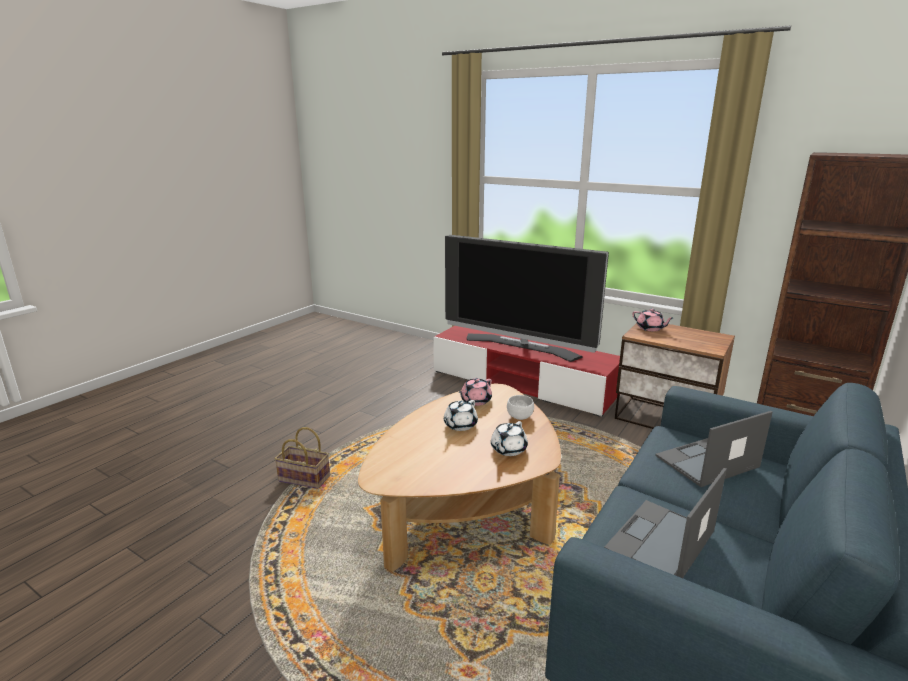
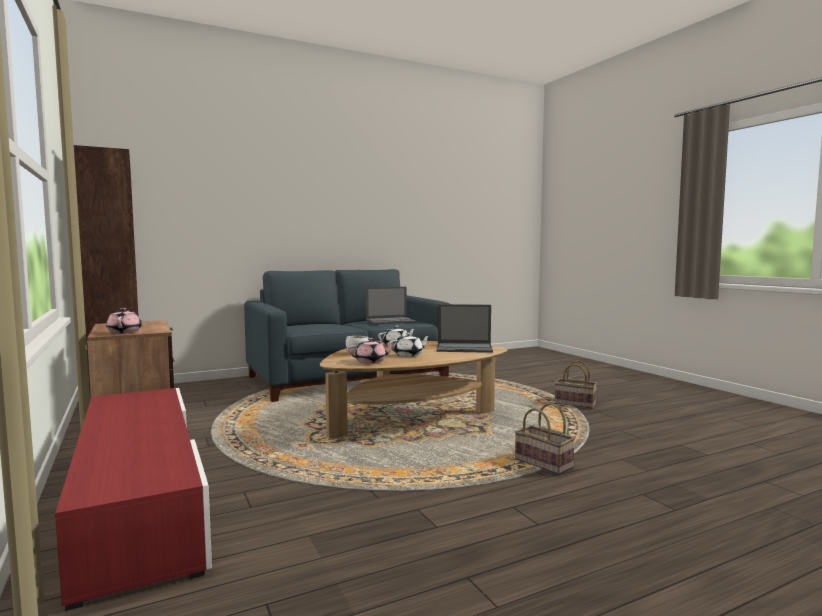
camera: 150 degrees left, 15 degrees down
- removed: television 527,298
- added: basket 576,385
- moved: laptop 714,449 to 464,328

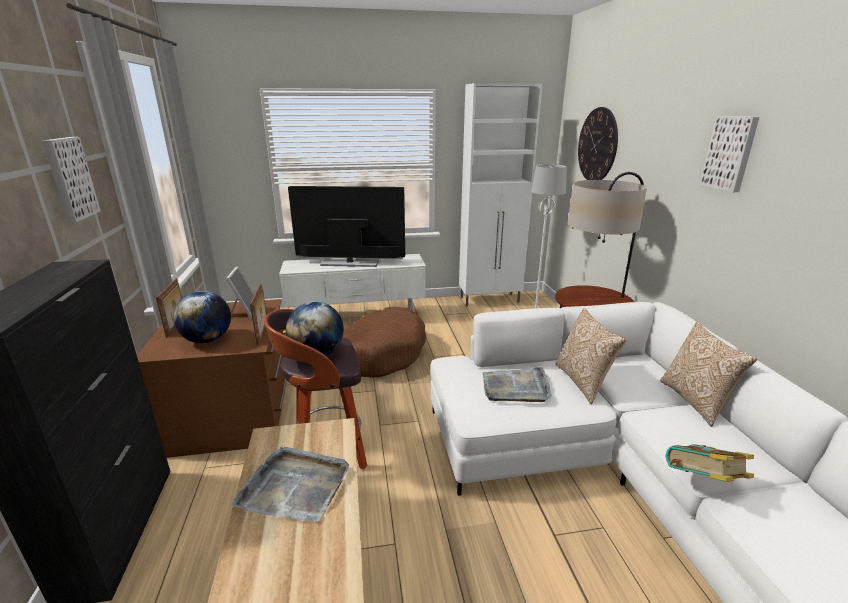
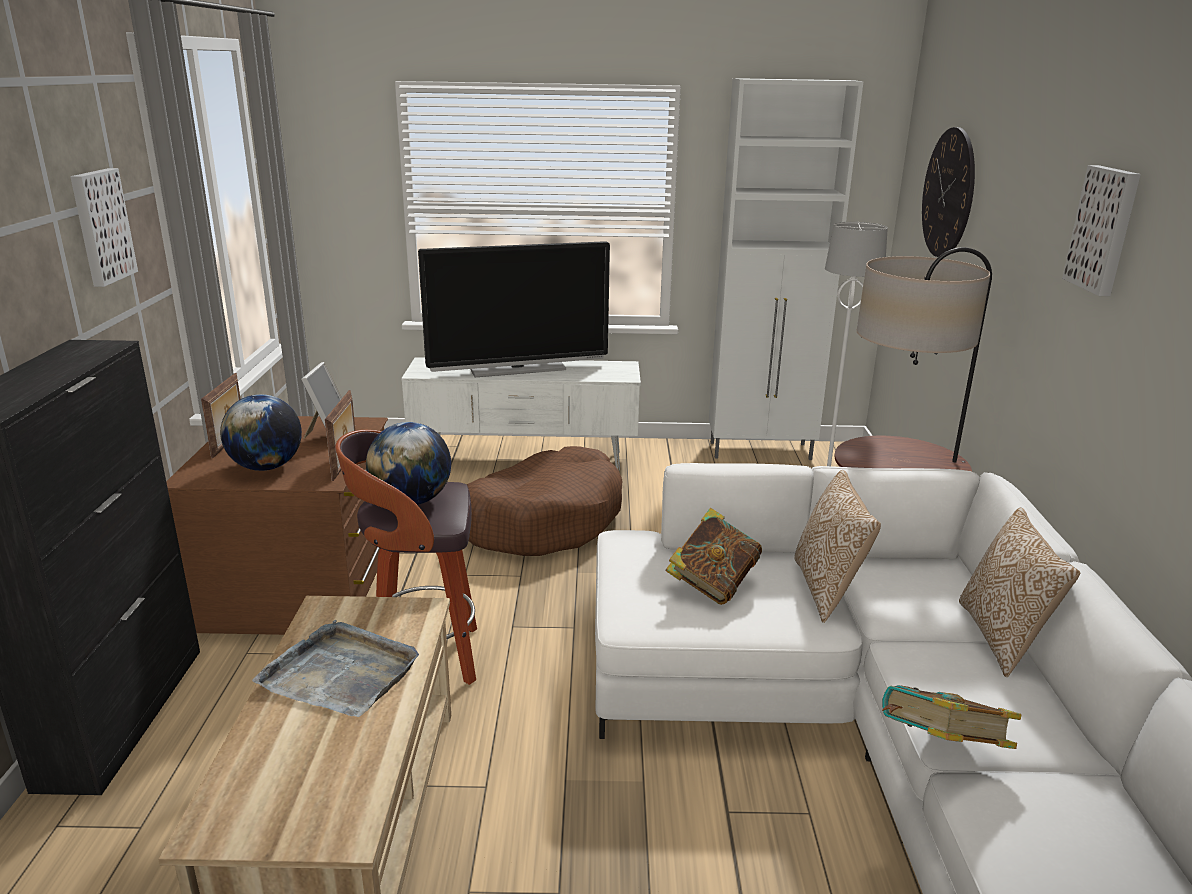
camera: 10 degrees right, 0 degrees up
- replaced: grey_tray 517,384 to book 713,556
- turned: television 346,226 = 514,309 150 degrees clockwise

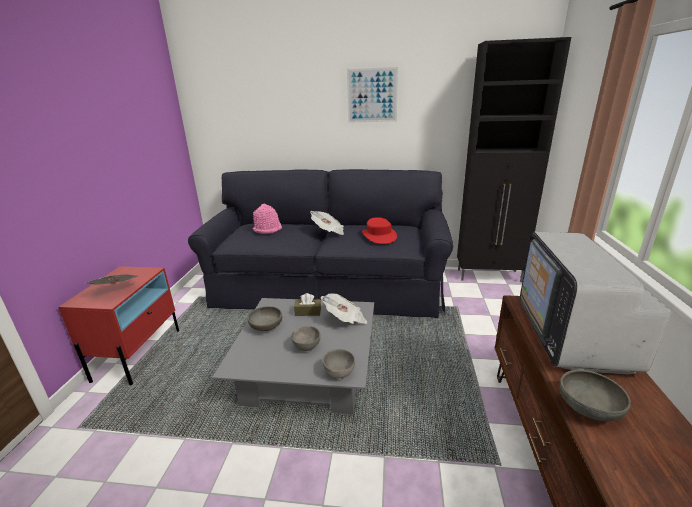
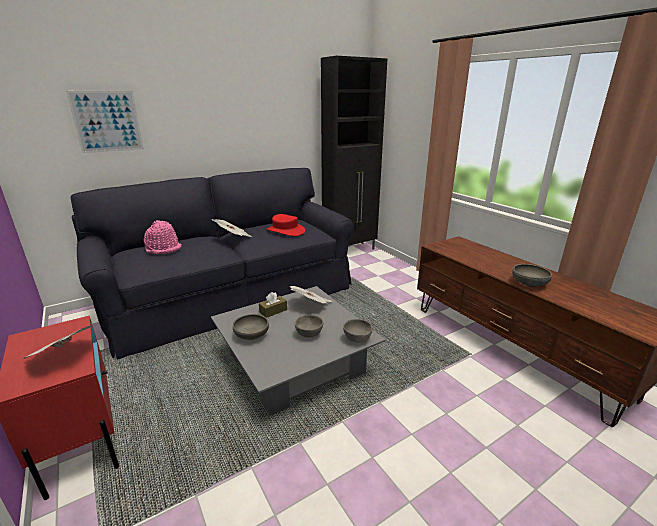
camera: 40 degrees left, 0 degrees up
- removed: television 595,303
- moved: picture 372,94 to 105,122

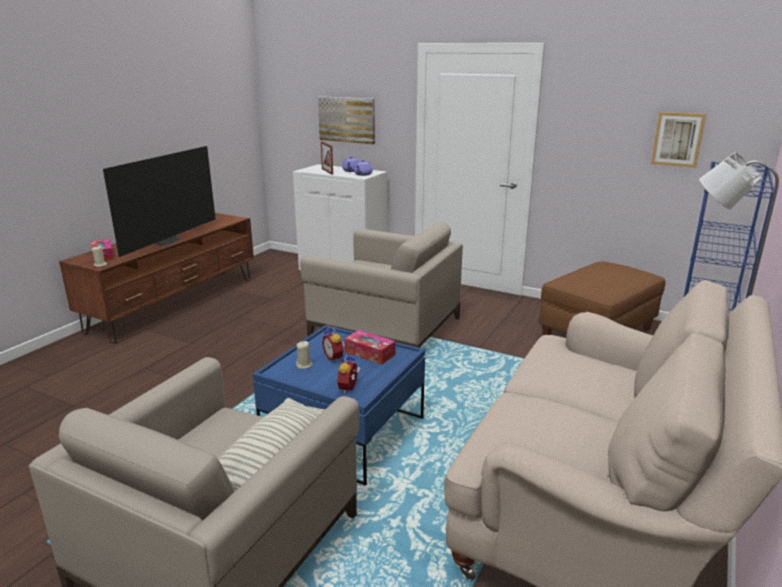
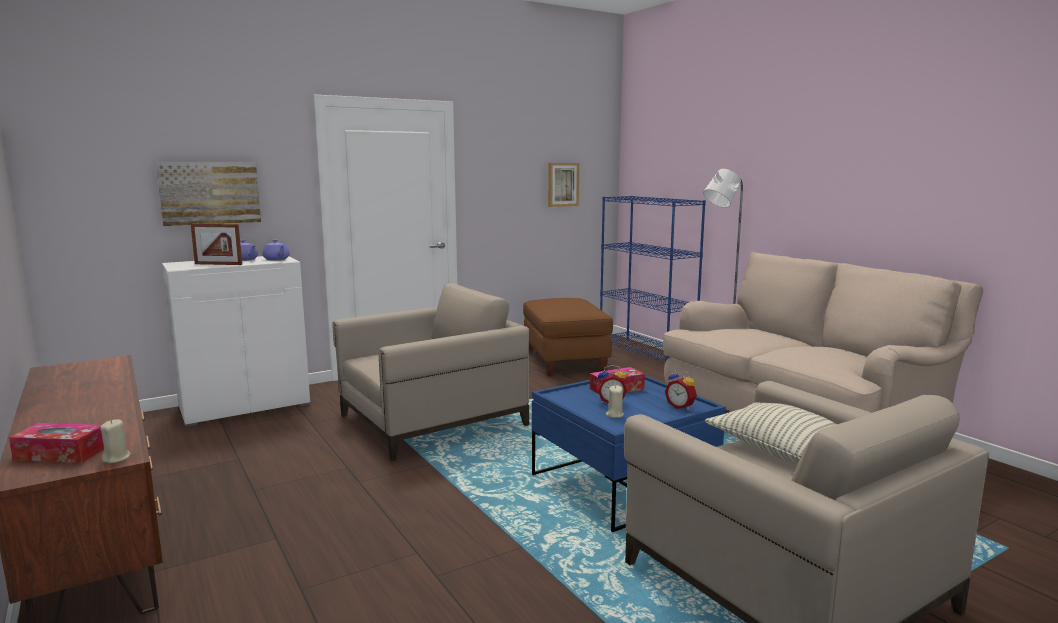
camera: 60 degrees left, 10 degrees down
- removed: television 159,201

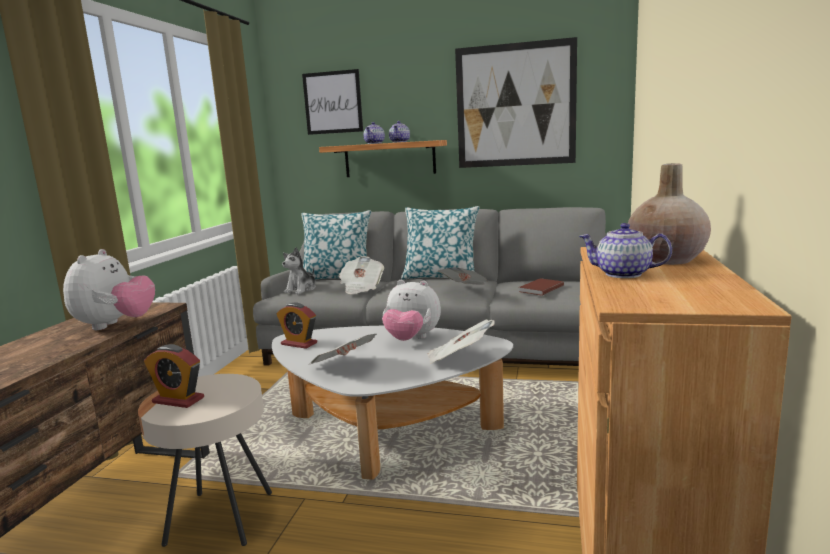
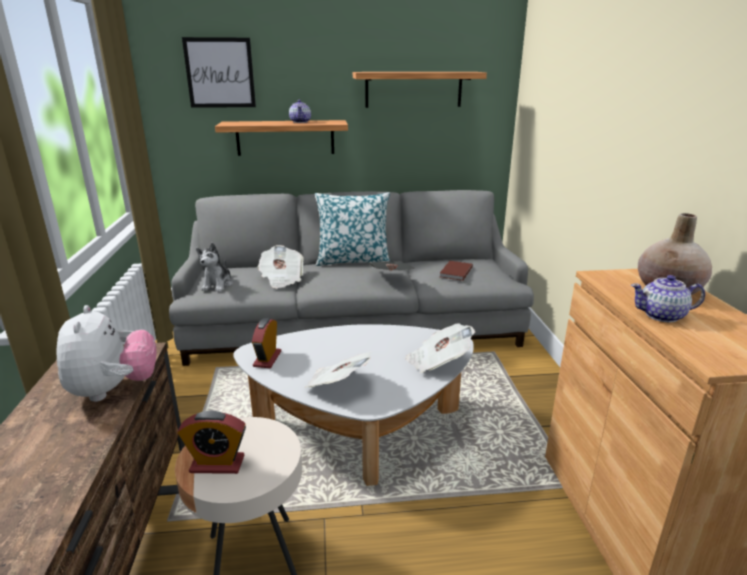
camera: 20 degrees left, 10 degrees up
- removed: pillow 336,245
- removed: teapot 374,133
- removed: plush_toy 411,310
- replaced: picture 516,102 to shelf 420,90
- turned: alarm_clock 296,326 = 266,343 90 degrees clockwise

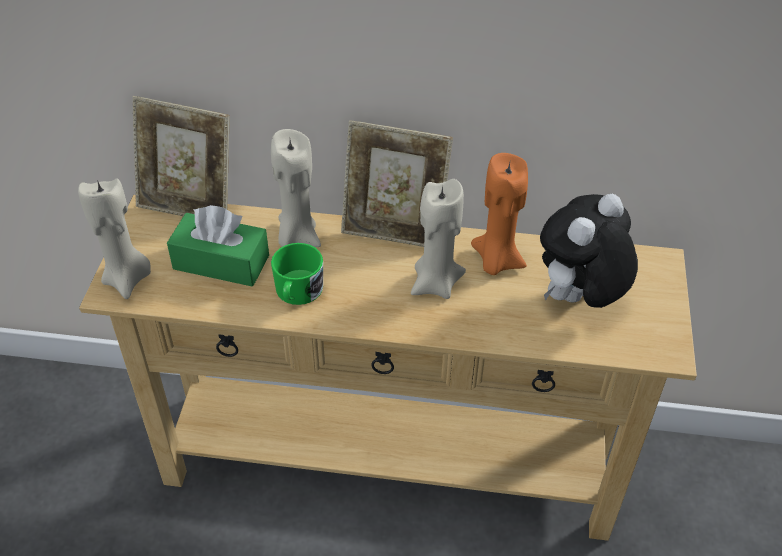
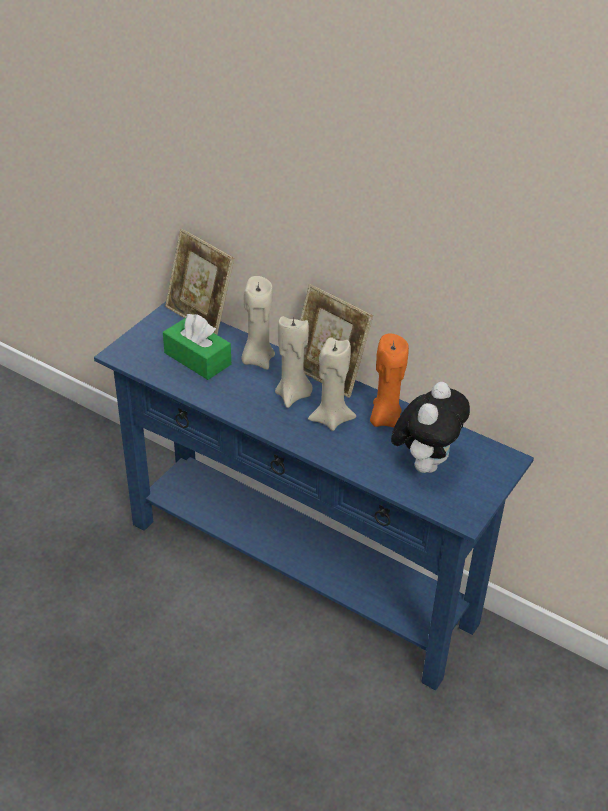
camera: 25 degrees right, 5 degrees down
- removed: green_mug 297,274
- moved: beige_candle 114,238 to 294,362
- recoloured: beige_console_table 388,368 to blue_console_table 314,496
- turned: plush_toy 589,251 = 430,427 135 degrees clockwise

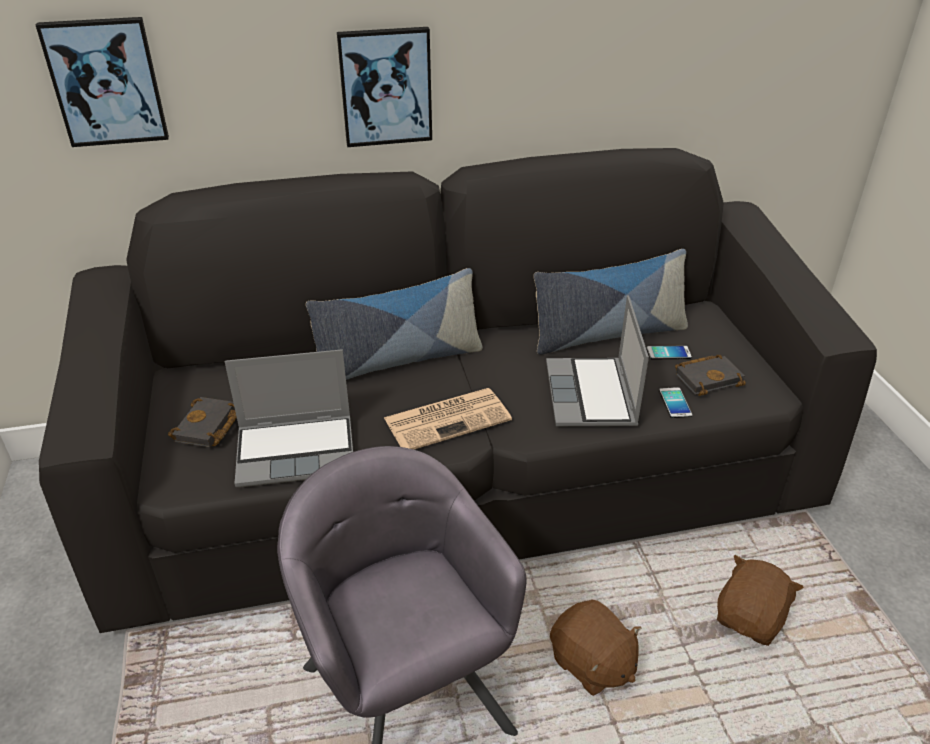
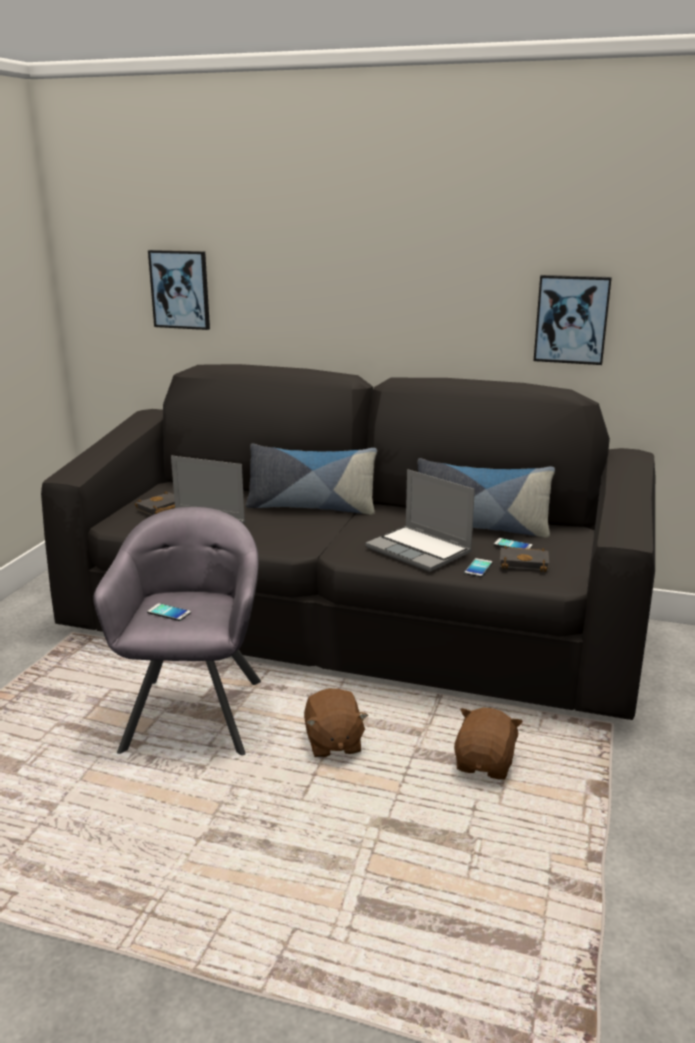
camera: 30 degrees right, 15 degrees down
- removed: newspaper 448,418
- added: phone 169,612
- moved: picture 384,87 to 573,320
- turned: laptop 597,360 = 420,520 75 degrees counterclockwise
- turned: brown_plush_toy 760,600 = 488,743 45 degrees counterclockwise

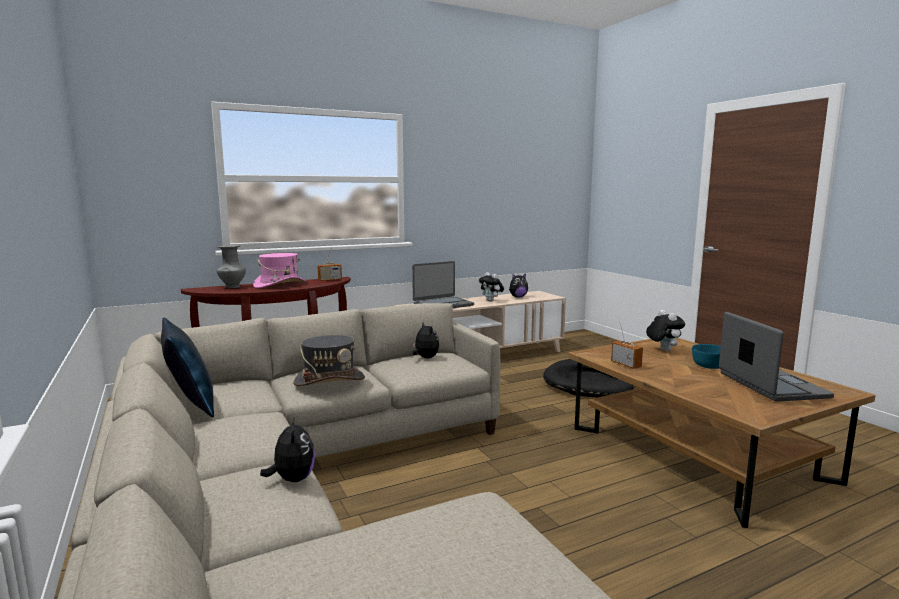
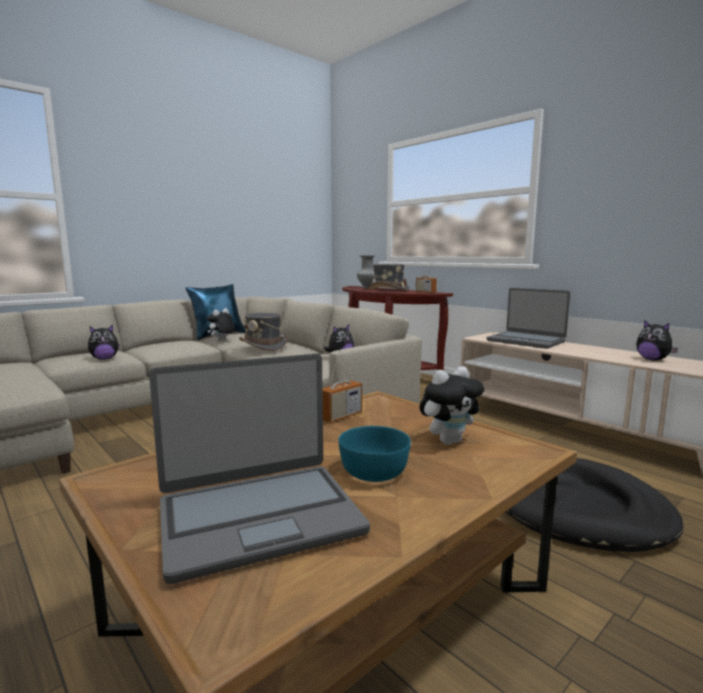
camera: 75 degrees right, 0 degrees up
- moved: plush_toy 491,287 to 221,325
- recoloured: pink_hat 279,270 to grey_hat 388,277

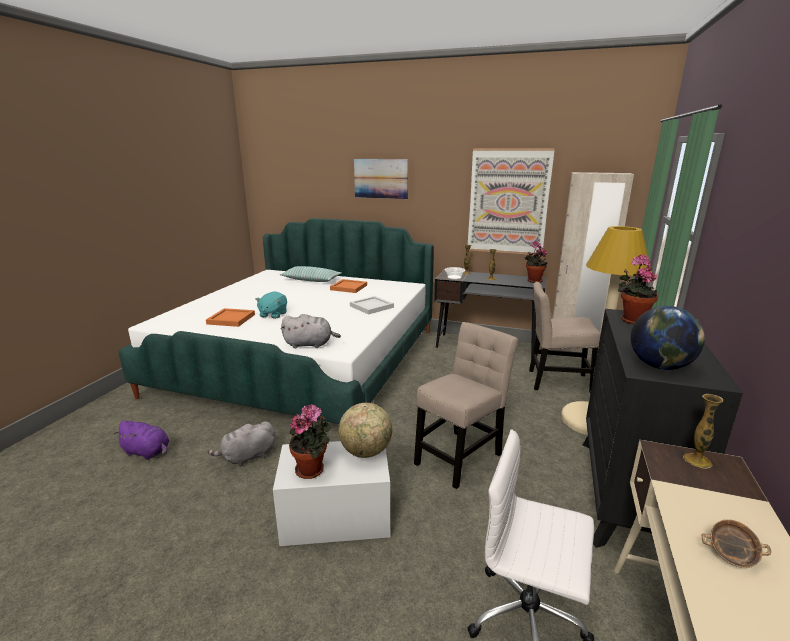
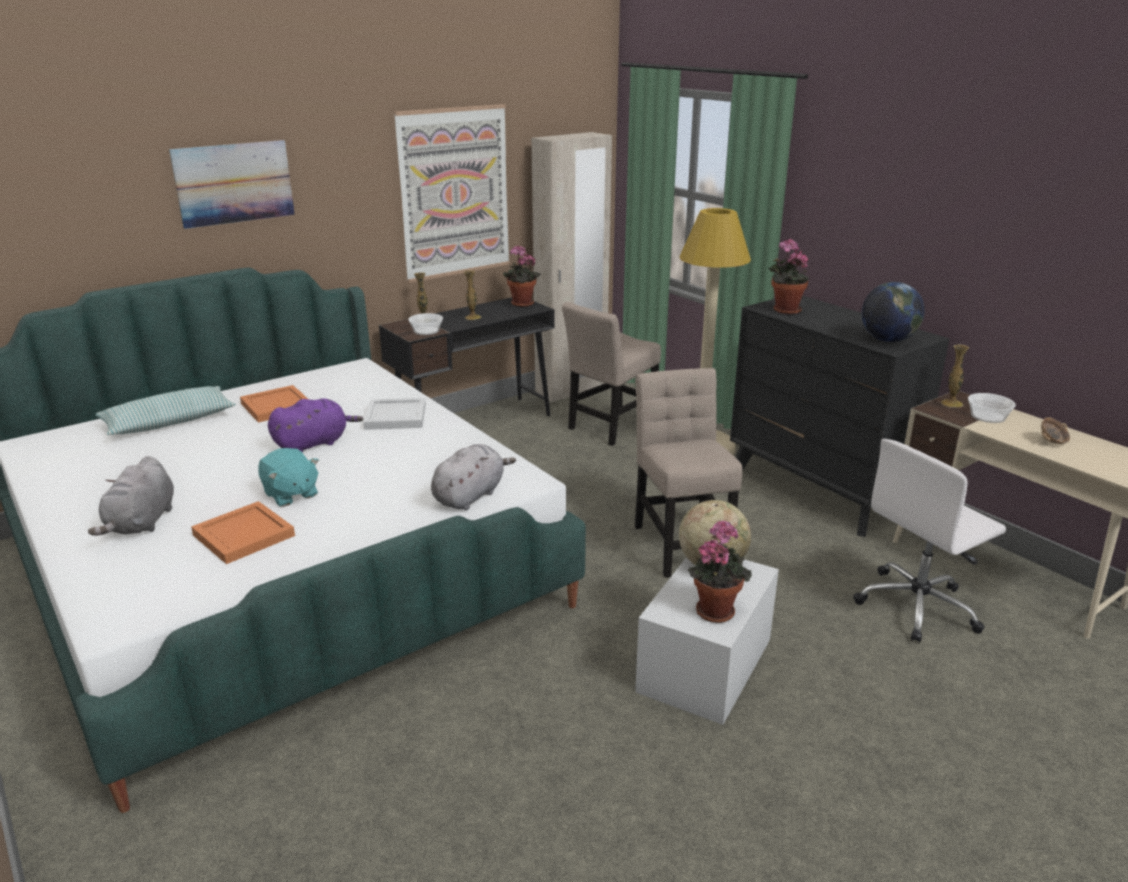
camera: 55 degrees left, 5 degrees up
- added: bowl 992,408
- moved: purple_plush_toy 141,440 to 315,425
- moved: grey_plush_toy 241,443 to 131,496

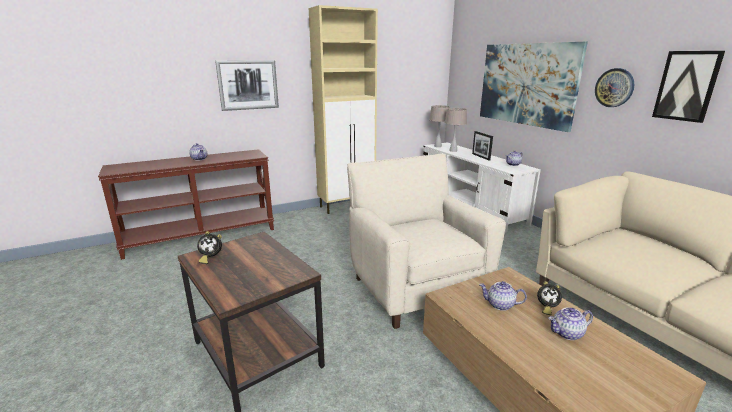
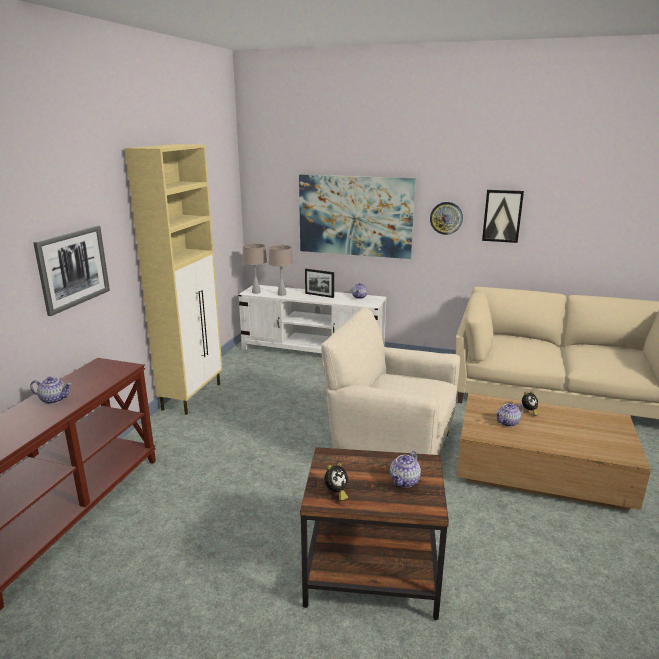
camera: 45 degrees left, 0 degrees up
- moved: teapot 570,323 to 405,469

